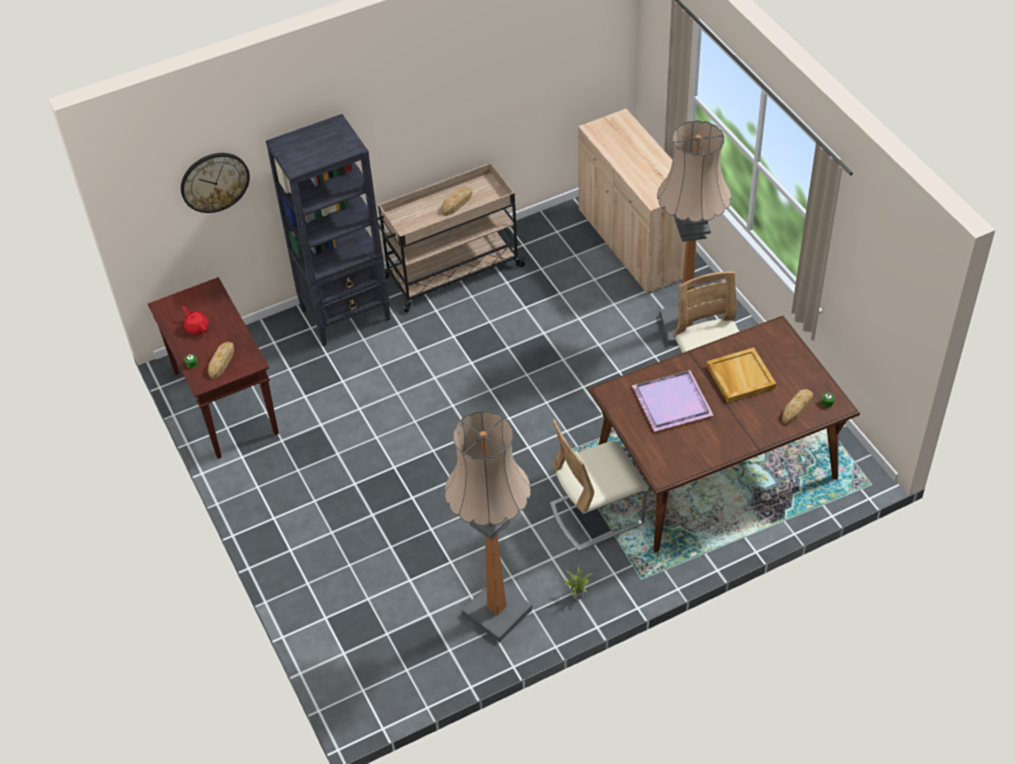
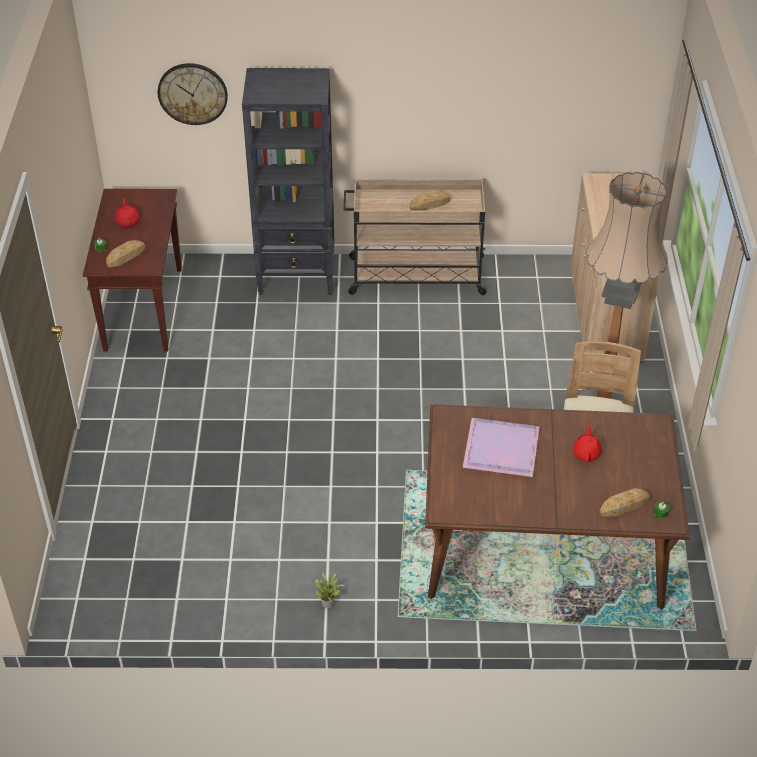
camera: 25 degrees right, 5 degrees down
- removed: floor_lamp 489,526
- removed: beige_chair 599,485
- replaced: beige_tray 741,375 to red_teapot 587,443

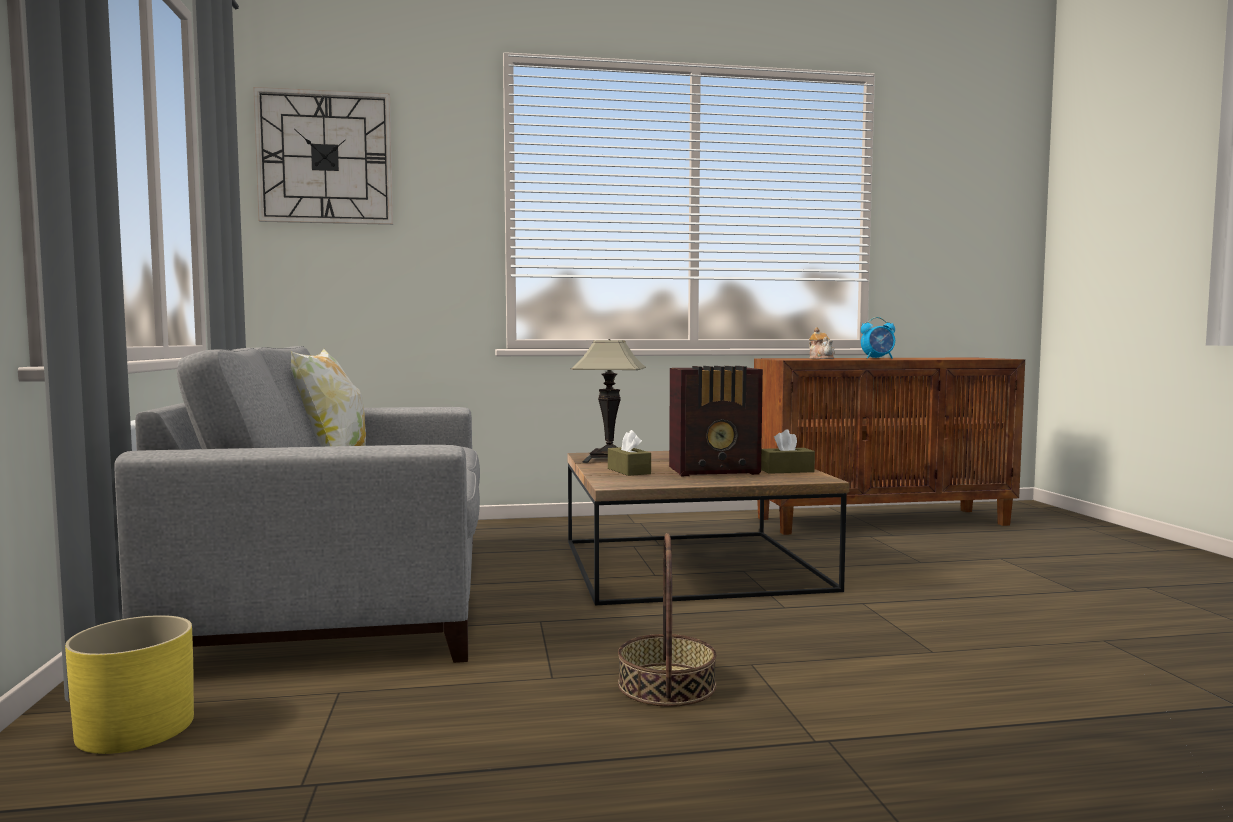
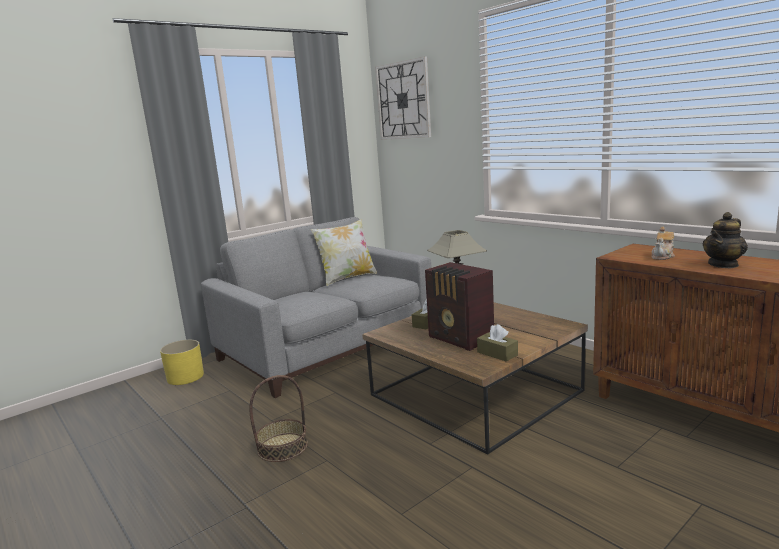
camera: 60 degrees right, 10 degrees up
- replaced: alarm_clock 878,338 to teapot 725,240

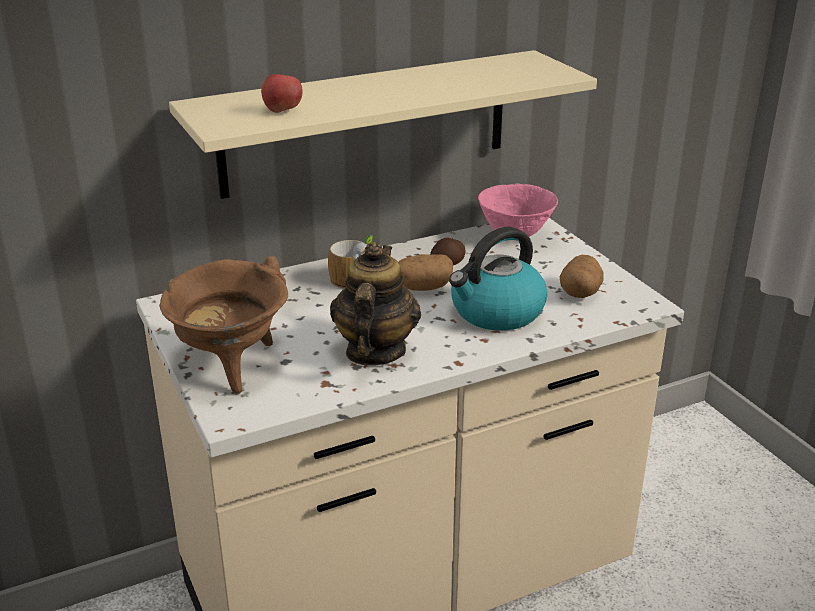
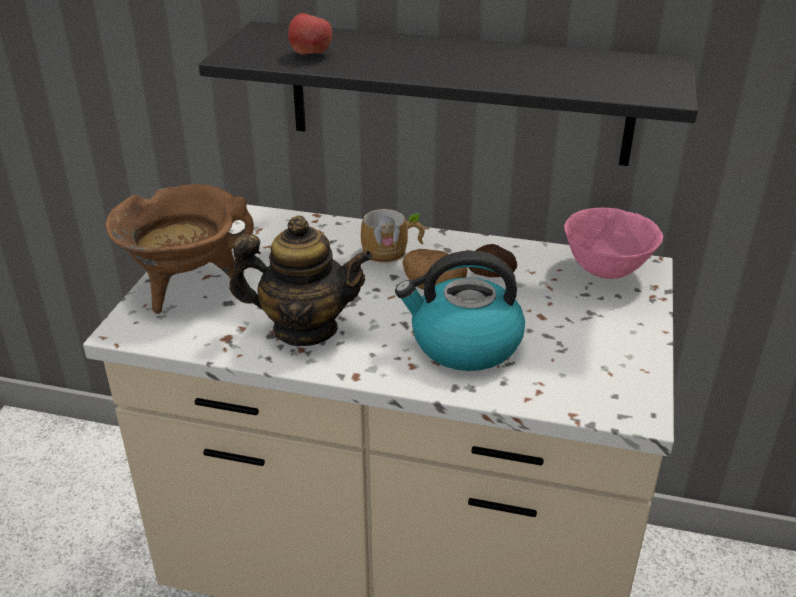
camera: 40 degrees right, 5 degrees up
- removed: potato 582,276
- recoloured: beige_shelf 383,124 to black_shelf 448,93
- turned: teapot 375,304 = 301,280 45 degrees clockwise

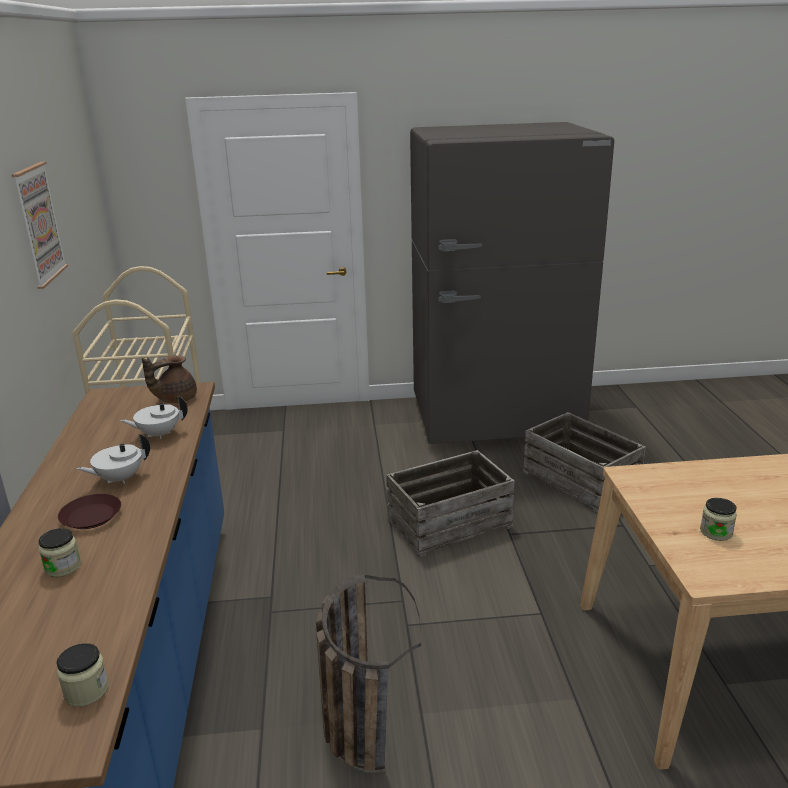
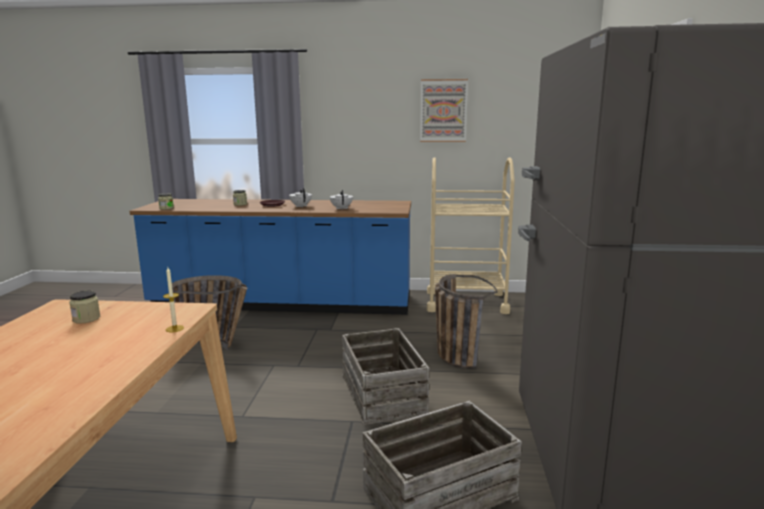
camera: 100 degrees right, 10 degrees down
- removed: brown_teapot 169,379
- added: candle 173,299
- added: basket 466,321

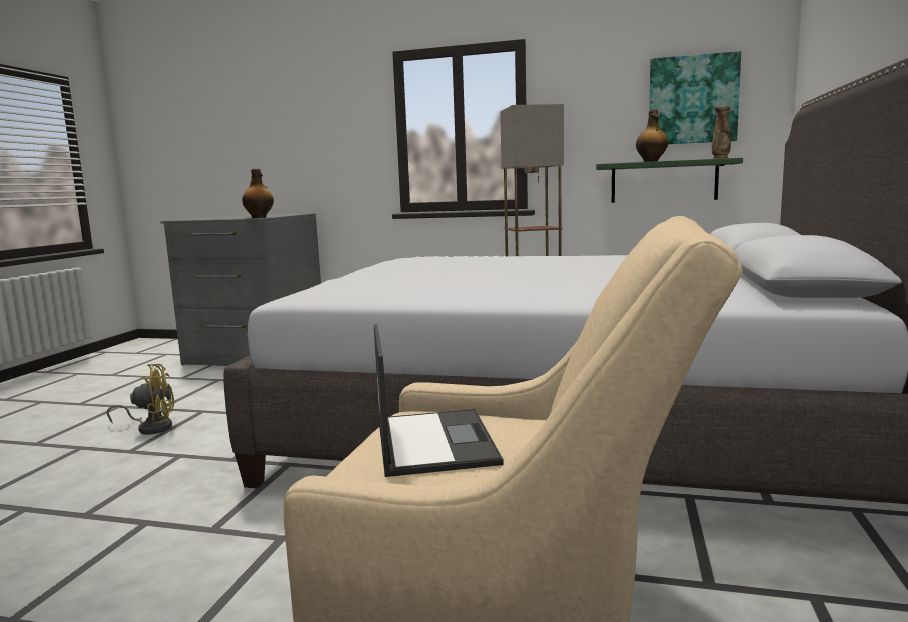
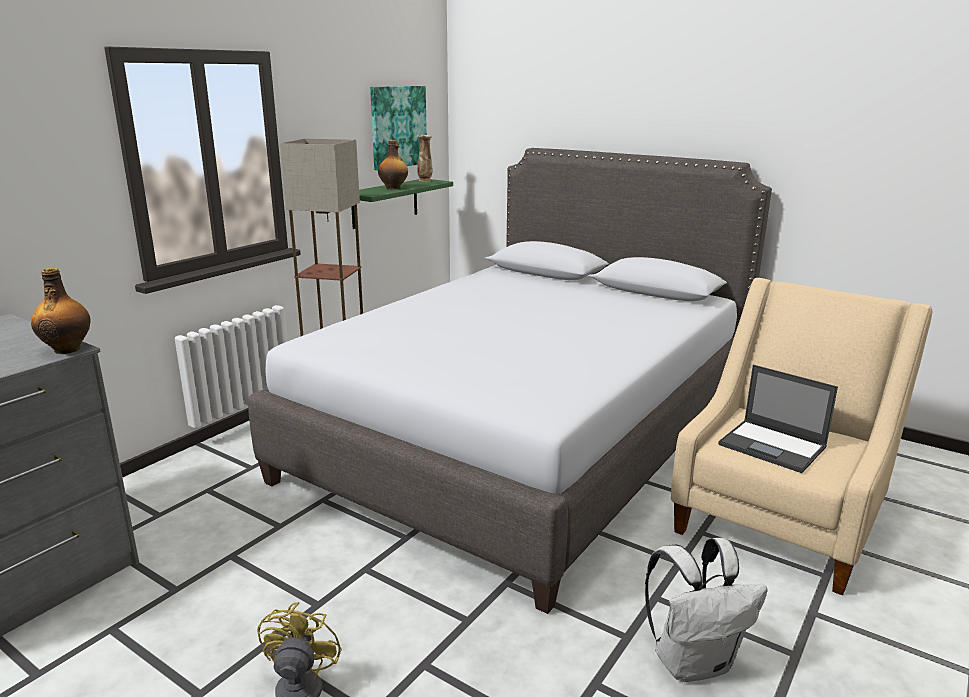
camera: 70 degrees left, 10 degrees up
- added: white_backpack 706,610
- turned: laptop 438,400 = 778,419 150 degrees counterclockwise

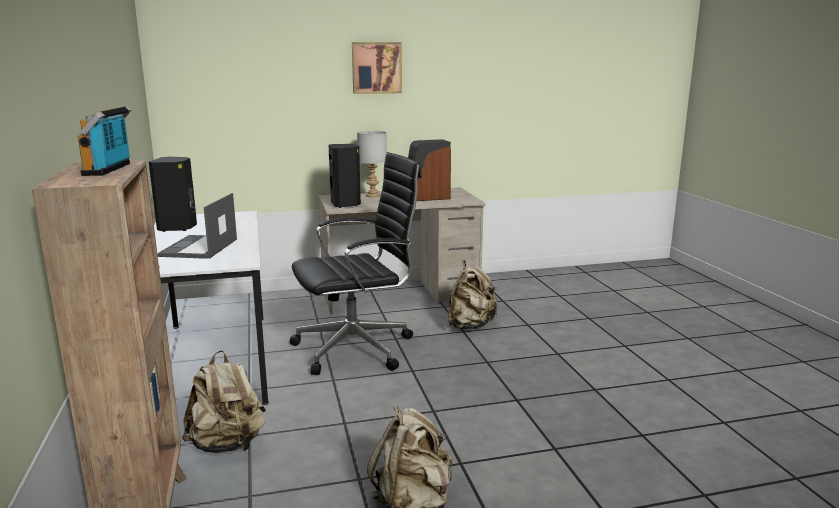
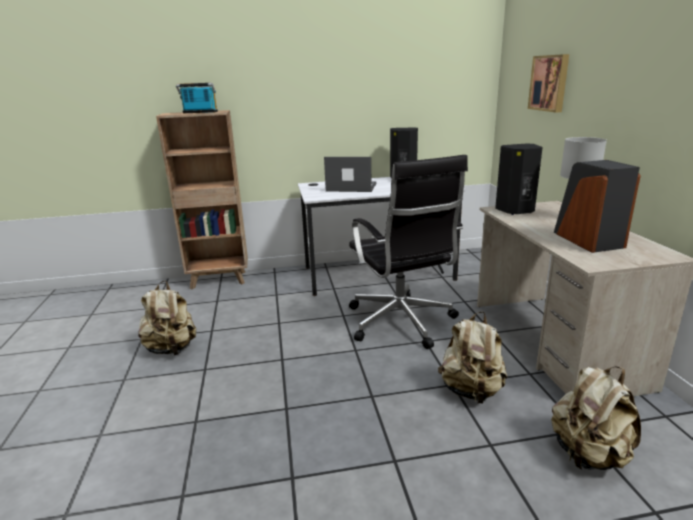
camera: 95 degrees right, 5 degrees up
- moved: beige_backpack 224,401 to 596,418
- moved: picture 377,68 to 548,83

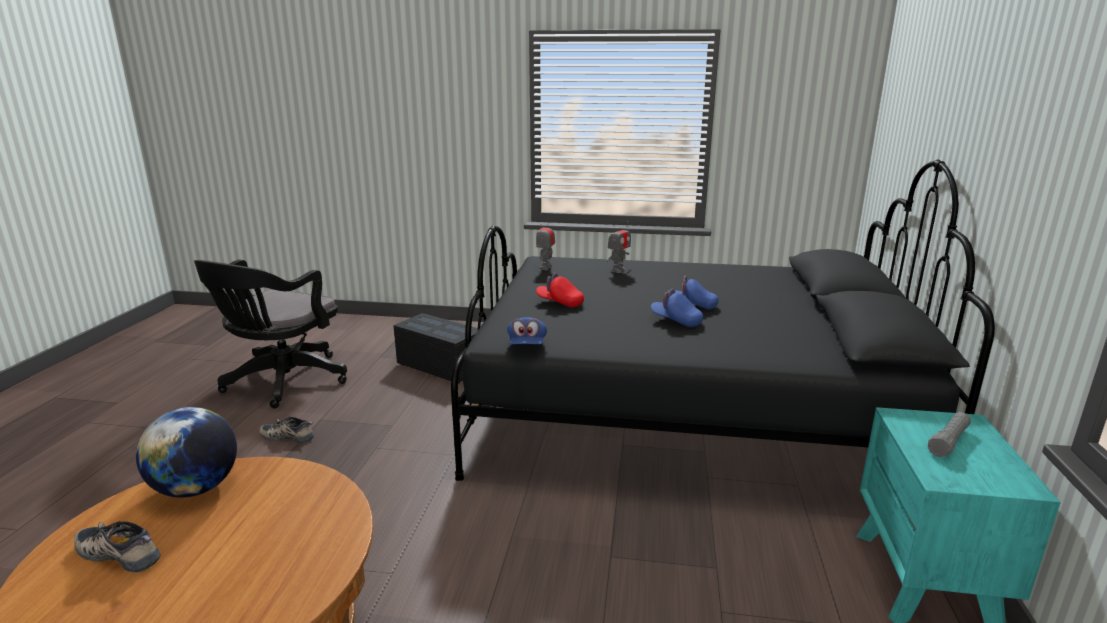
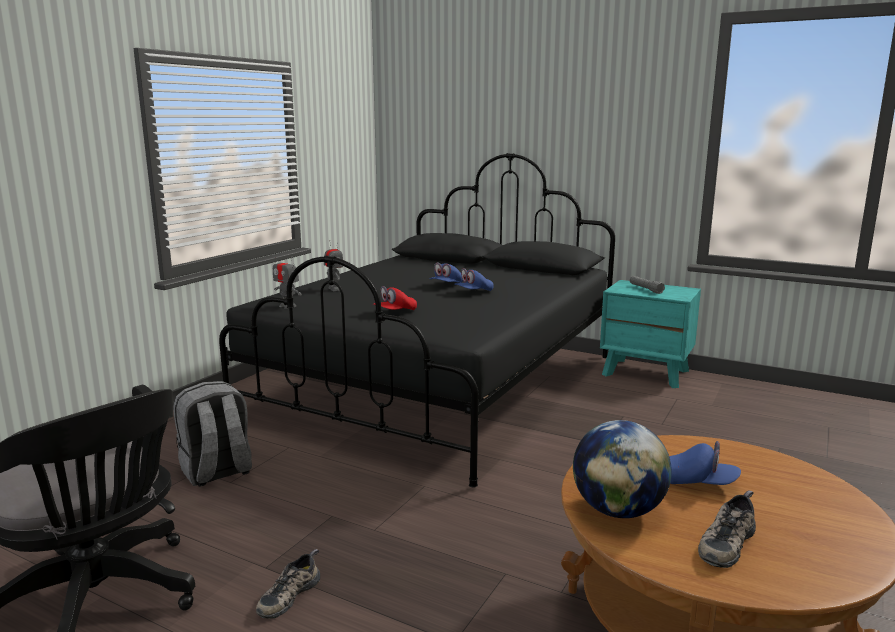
camera: 70 degrees left, 5 degrees down
- moved: blue_cap 527,330 to 705,463
- replaced: black_storage_box 436,348 to grey_backpack 212,434

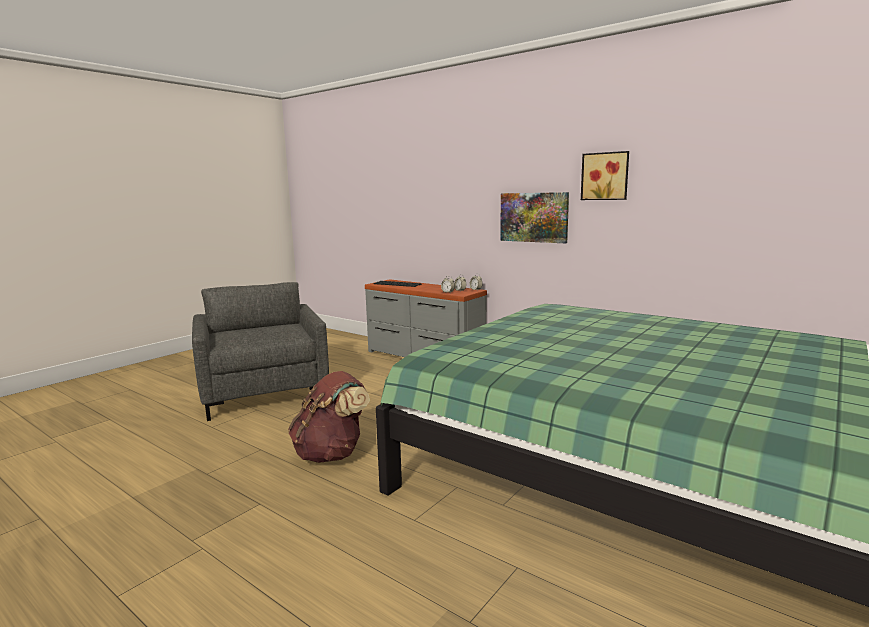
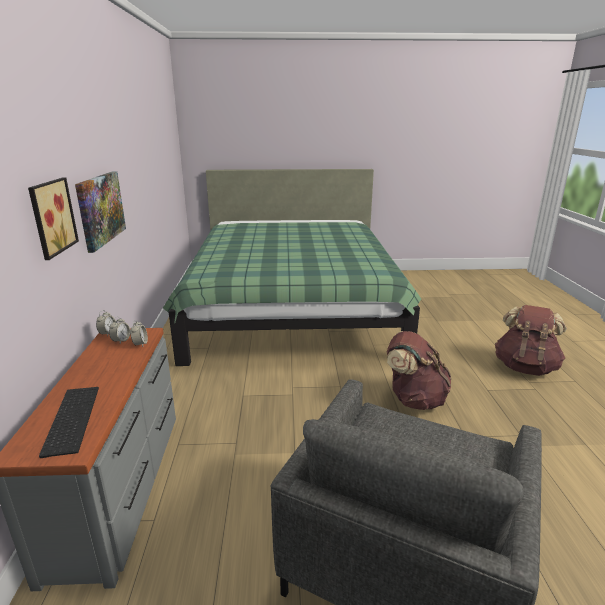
camera: 130 degrees left, 10 degrees up
- added: brown_backpack 531,340
- moved: picture 605,175 to 53,219

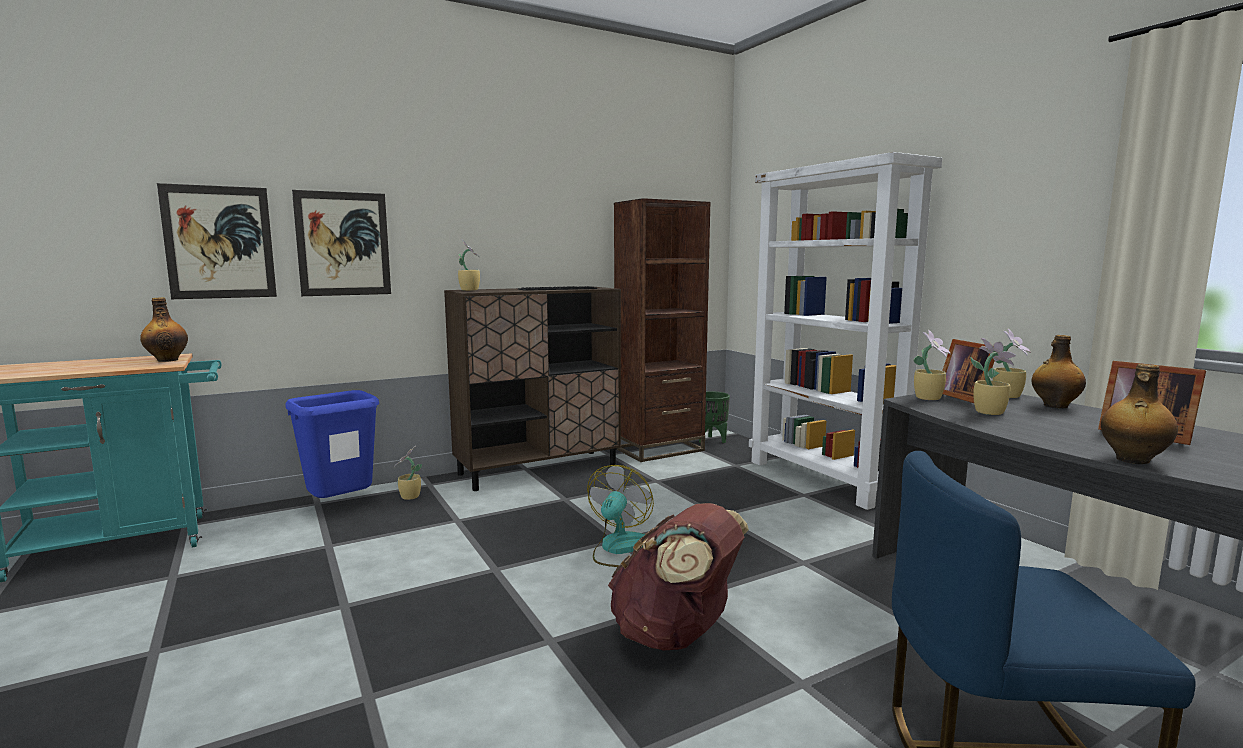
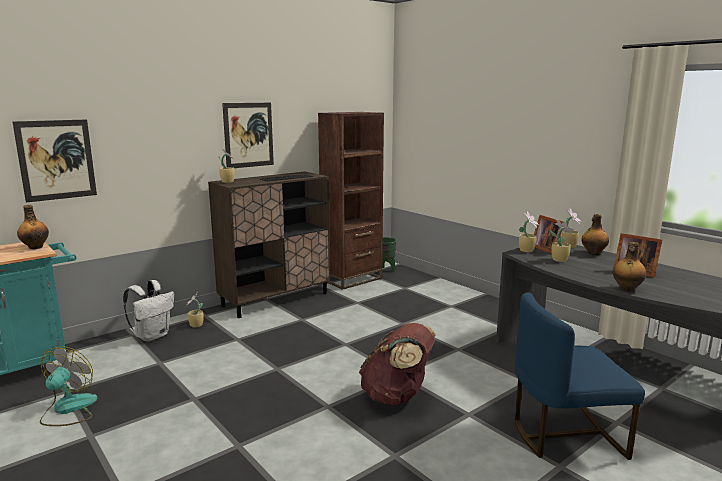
camera: 10 degrees left, 5 degrees up
- removed: white_bookcase 845,331
- moved: picture 341,243 to 248,135
- moved: fan 620,516 to 68,386
- replaced: blue_trash_can 332,449 to white_backpack 148,311

